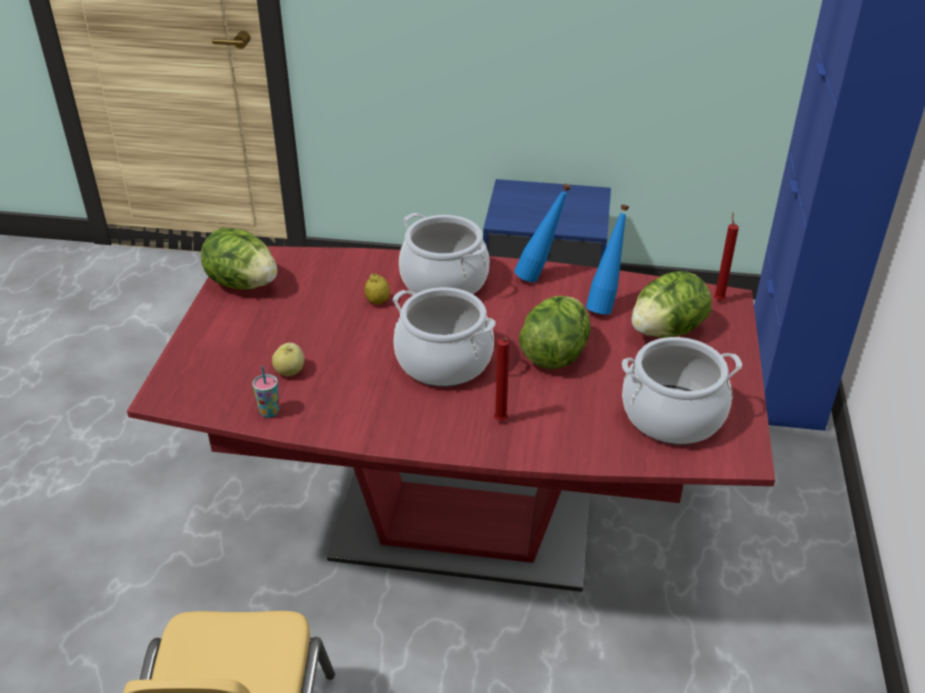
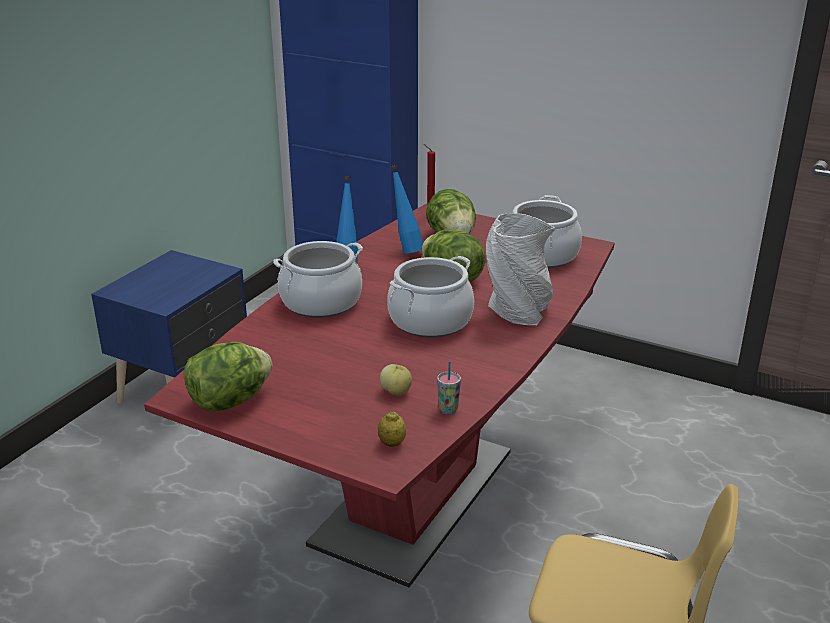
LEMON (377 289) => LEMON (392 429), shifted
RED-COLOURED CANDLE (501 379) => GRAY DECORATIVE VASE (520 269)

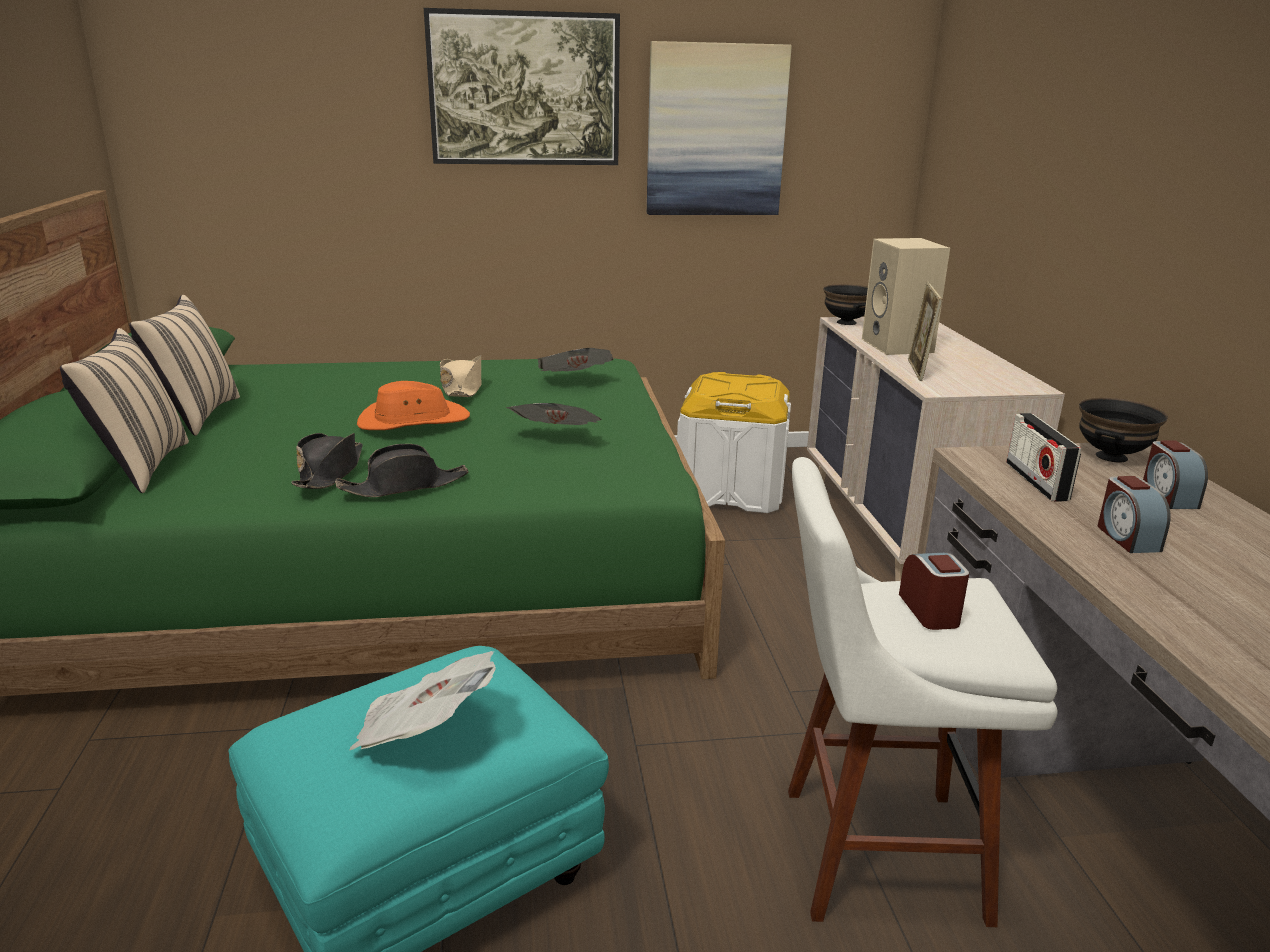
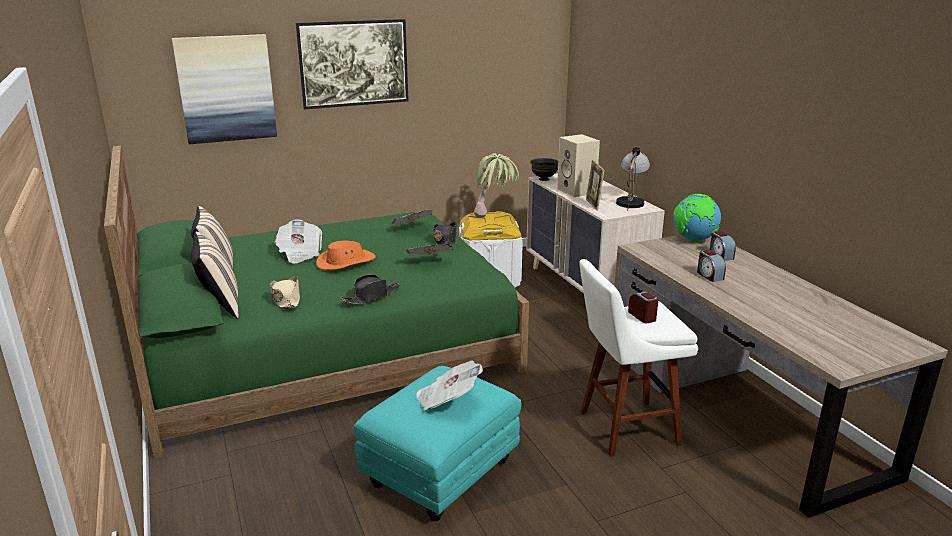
BLACK WEARABLE HAT (327 461) => BLACK WEARABLE HAT (444 234), shifted
BEIGE-COLOURED WEARABLE HAT (461 376) => BEIGE-COLOURED WEARABLE HAT (285 292), shifted
WALL ART (719 128) => WALL ART (224 89), shifted
RADIO SET (1043 457) => nothing
BLACK DEEP DISH (1123 430) => DESK GLOBE (697 218)
nothing => NEWSPAPER (298 241)
nothing => POTTED PLANT (496 185)
nothing => LAMP FOR A TABLE (633 178)

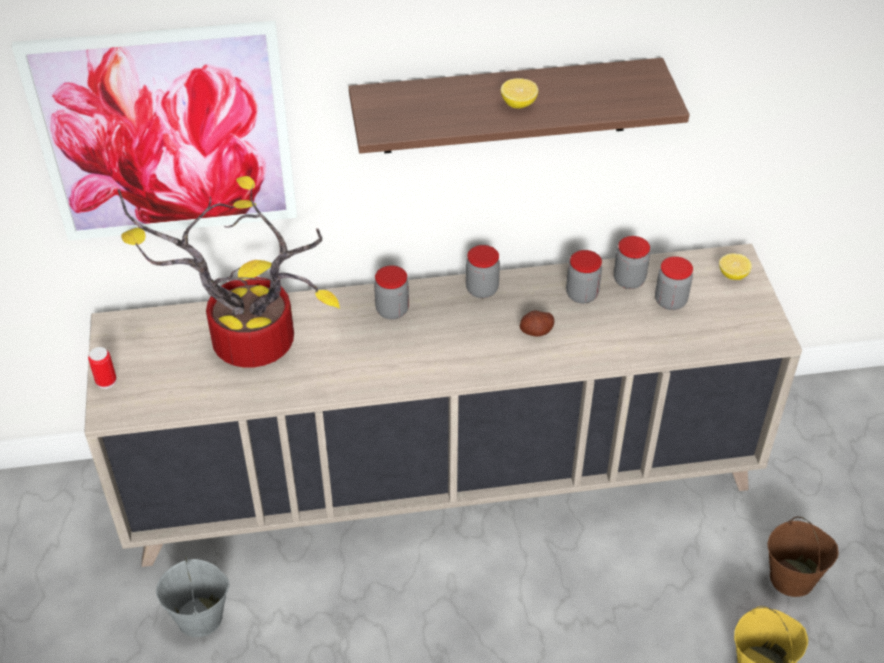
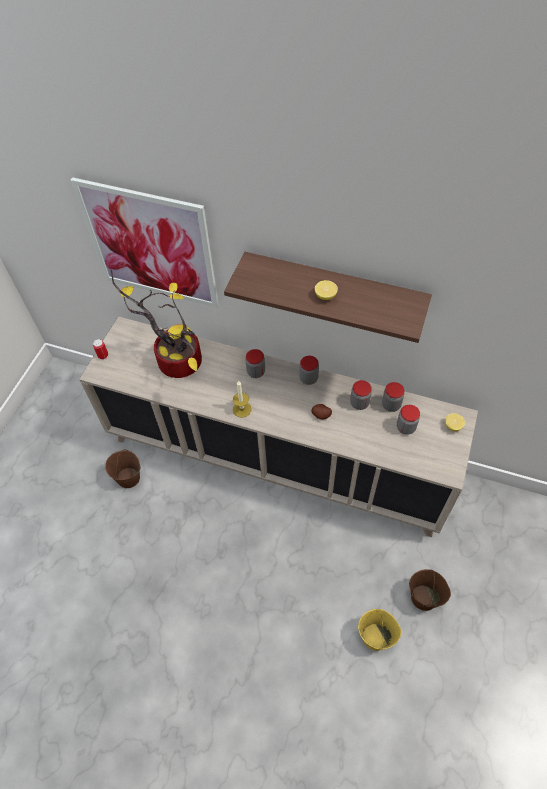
GRAY WATER BUCKET (193 596) => BROWN-COLOURED WATER BUCKET (122 469)
nothing => CANDLE (242 398)

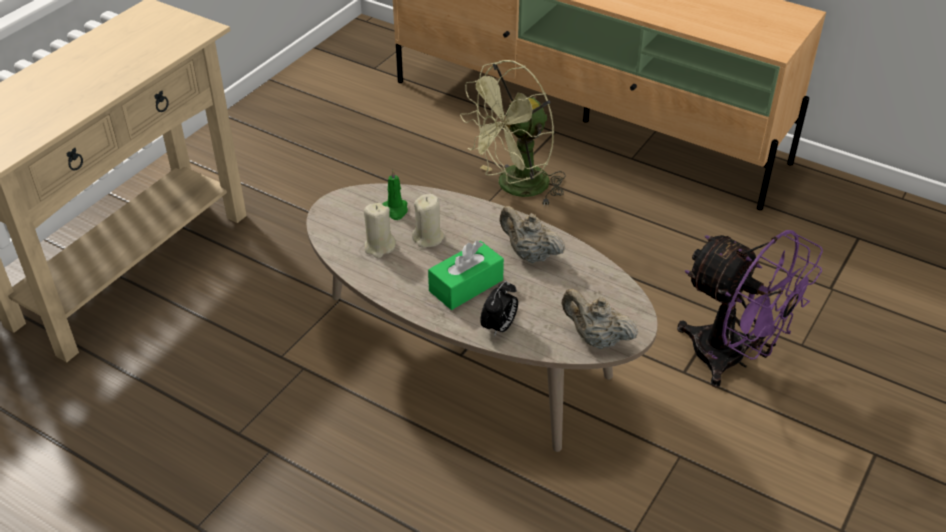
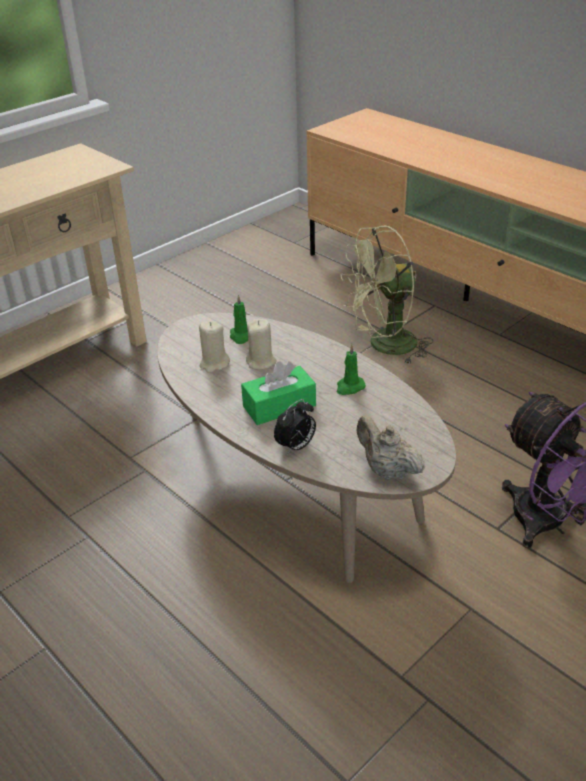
BEIGE-COLOURED POT FOR TEA (532 234) => GREEN CANDLE (351 369)

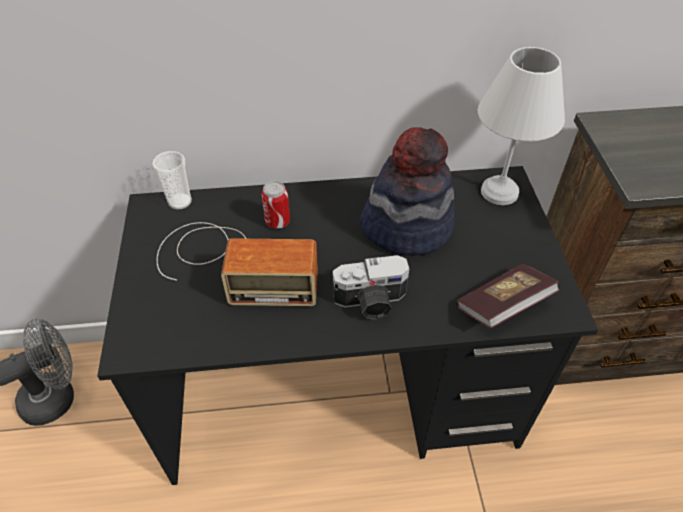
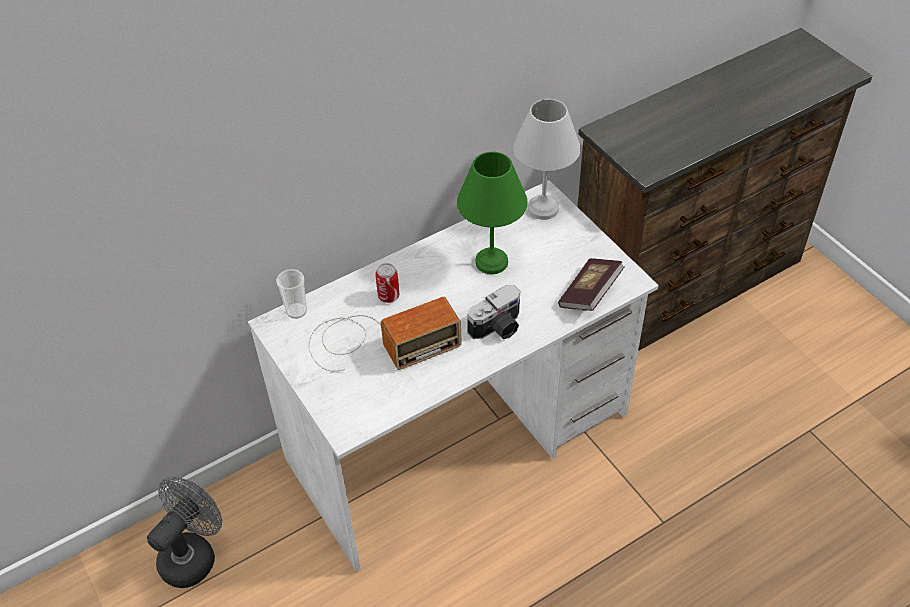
BLACK DESK TABLE (347 325) => WHITE-COLOURED DESK TABLE (453 376)
WEARABLE HAT (407 191) => GREEN LAMP FOR A TABLE (492 213)

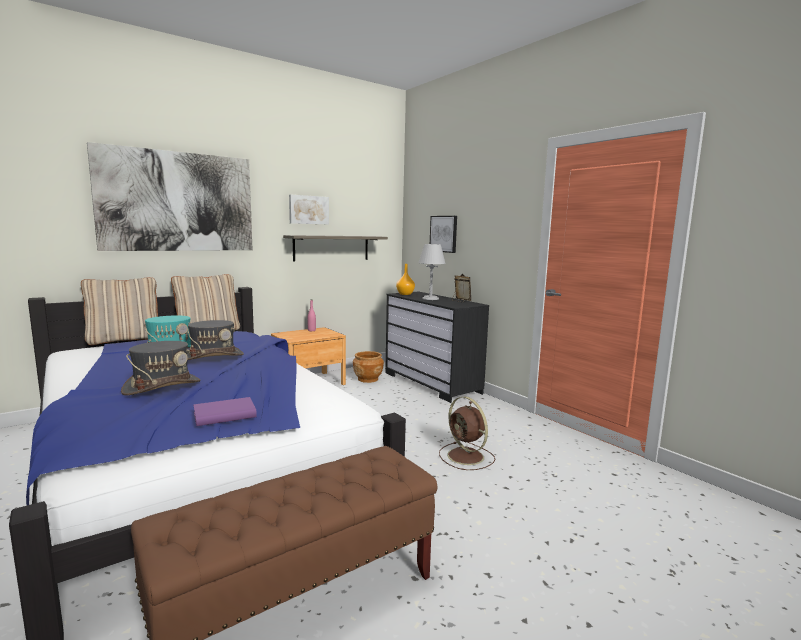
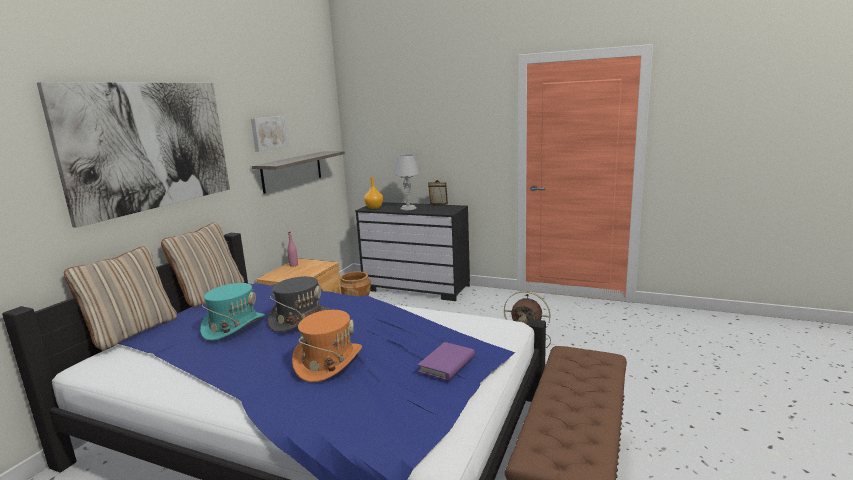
GRAY WEARABLE HAT (160 368) => ORANGEY WEARABLE HAT (327 346)
WALL ART (443 234) => nothing

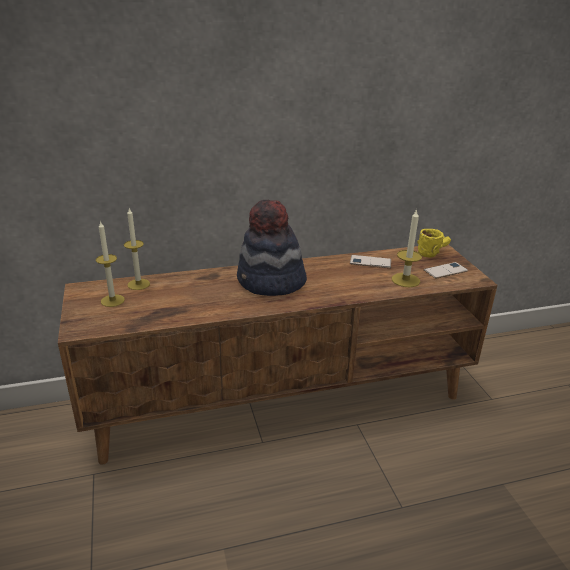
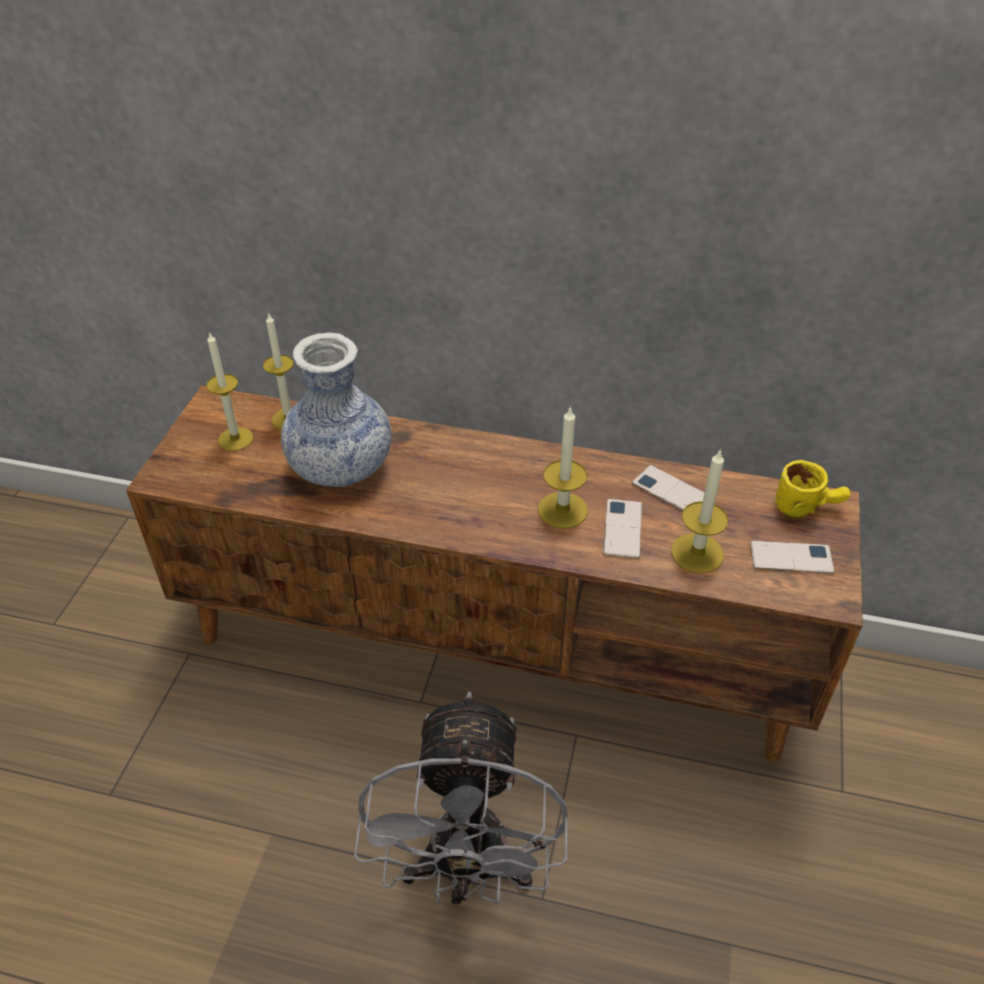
WEARABLE HAT (272 248) => nothing
nothing => DECORATIVE VASE (336 409)
nothing => GRAY COOLING FAN (461 797)
nothing => CANDLE (563 467)
nothing => HANDSET (622 529)

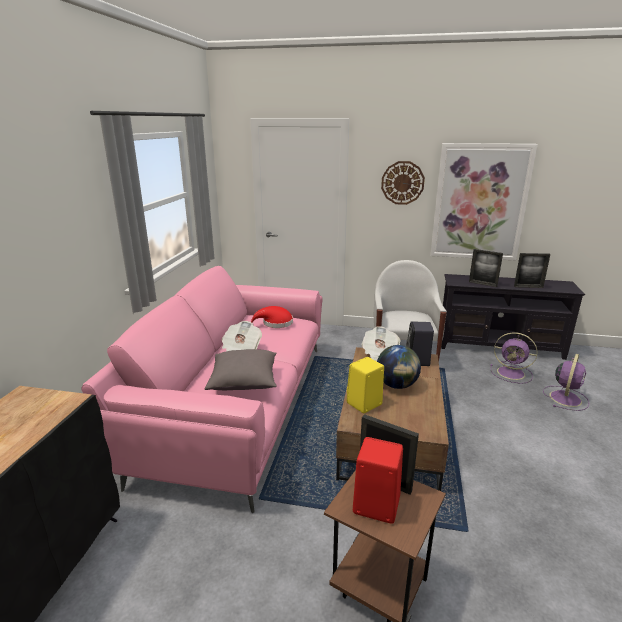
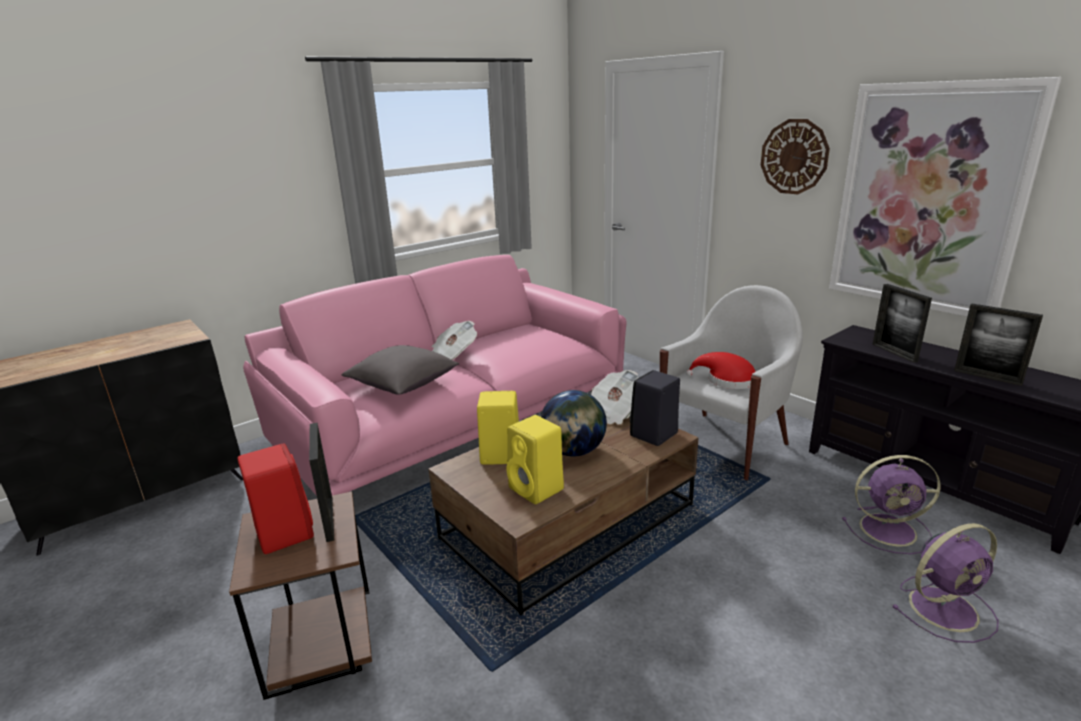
RED-COLOURED WEARABLE HAT (272 317) => RED-COLOURED WEARABLE HAT (721 370), shifted
PURPLE-COLOURED COOLING FAN (514 358) => PURPLE-COLOURED COOLING FAN (891 504), 60 degrees counterclockwise
nothing => YELLOW SPEAKER (535 459)

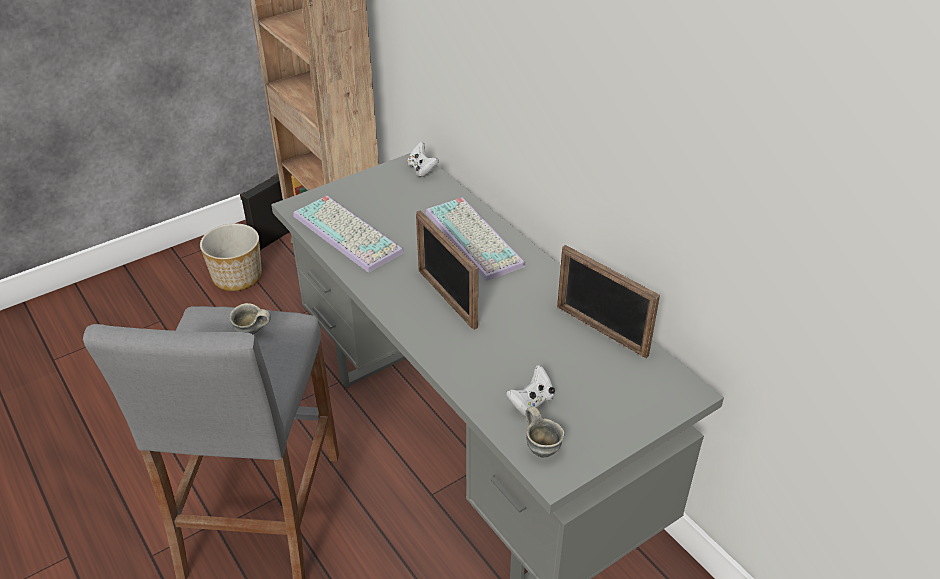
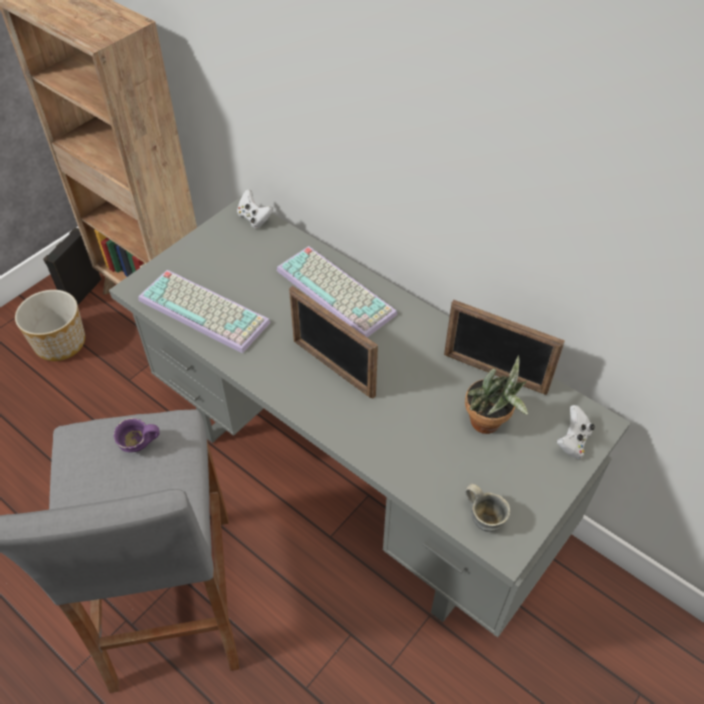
GRAY TEA MUG (250 318) => PURPLE-COLOURED TEA MUG (136 435)
WHITE-COLOURED GAMEPAD (530 390) => WHITE-COLOURED GAMEPAD (576 432), shifted
nothing => POTTED PLANT (496 394)

